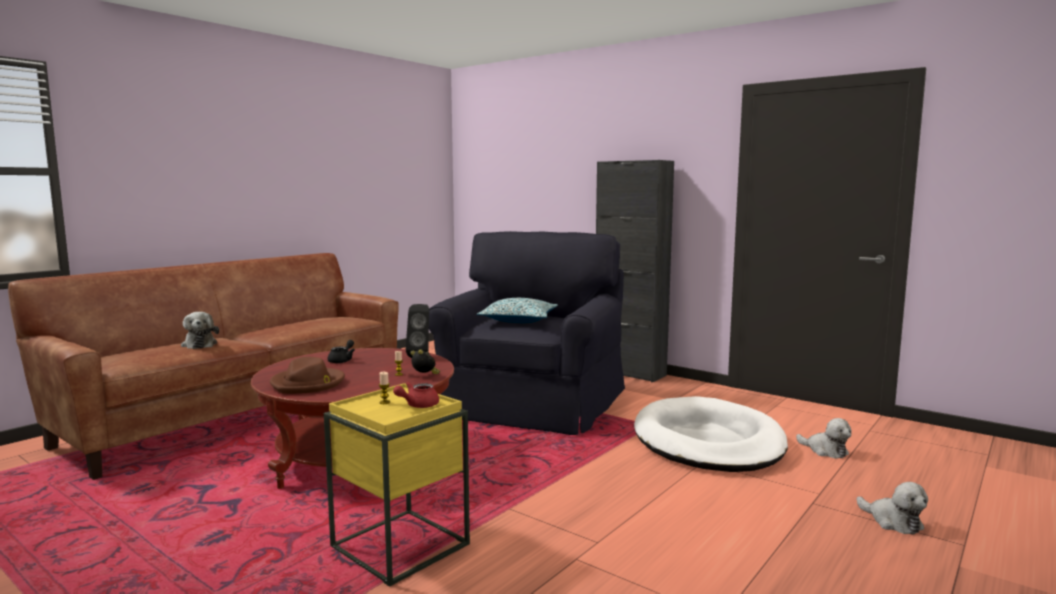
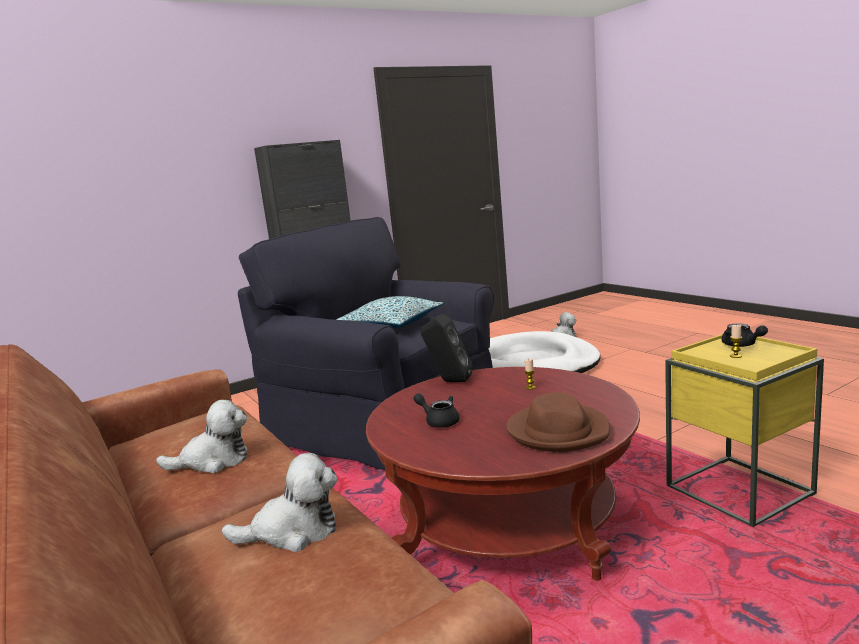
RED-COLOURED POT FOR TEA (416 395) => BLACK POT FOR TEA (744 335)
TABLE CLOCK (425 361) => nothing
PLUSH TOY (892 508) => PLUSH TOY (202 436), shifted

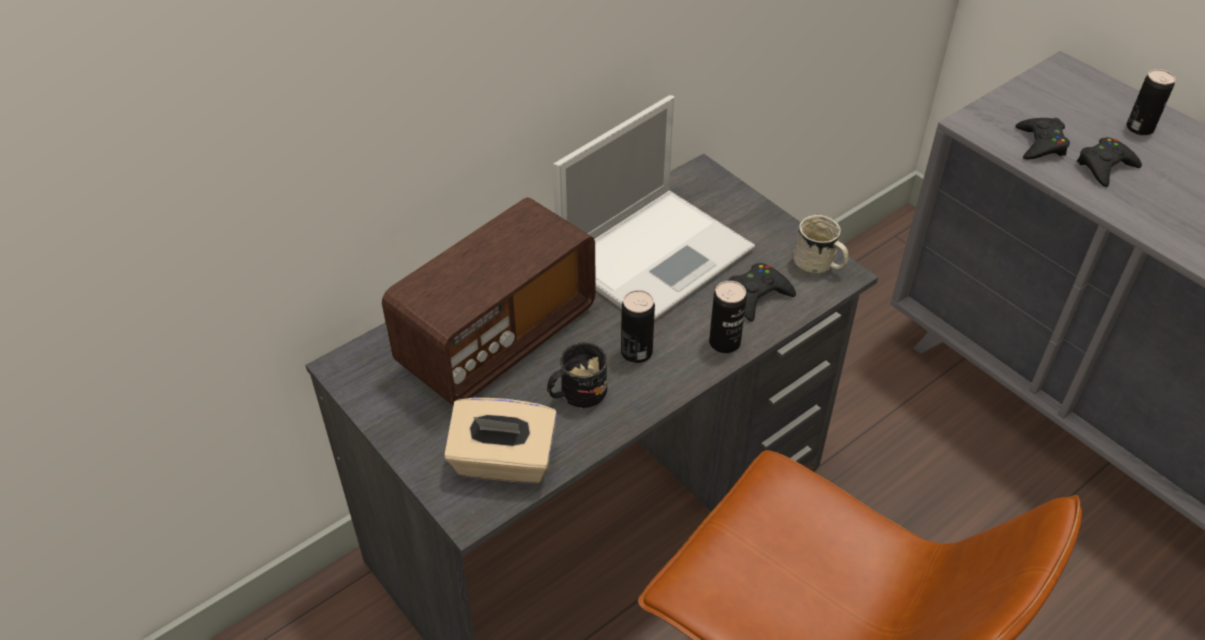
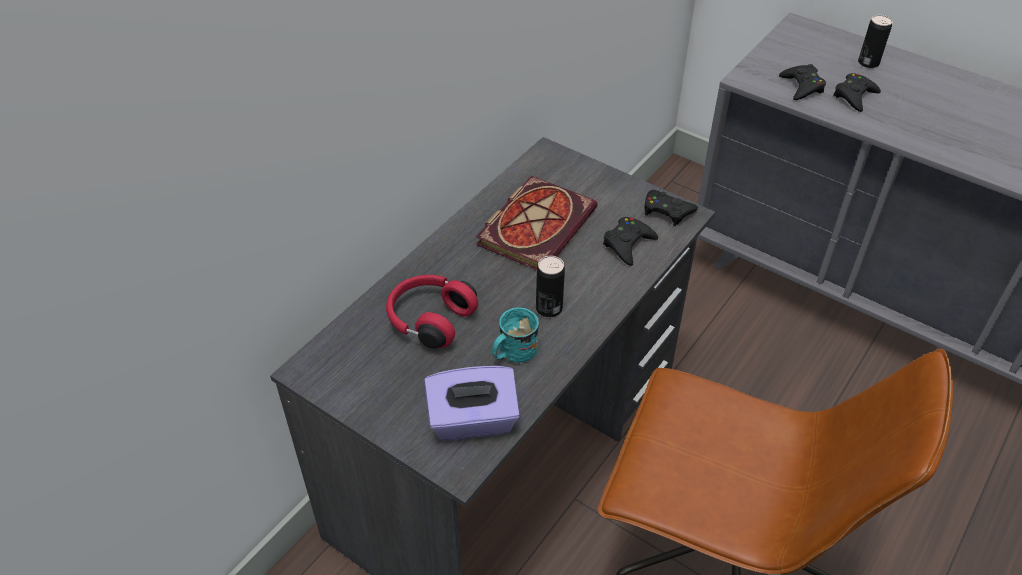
RADIO SET (489 301) => RED-COLOURED HEADSET (432 312)
BEIGE-COLOURED BOX OF TISSUES (500 441) => PURPLE-COLOURED BOX OF TISSUES (472 403)
BLACK TEA MUG (577 376) => TURQUOISE-COLOURED TEA MUG (515 336)
LAPTOP (654 208) => VOLUME (537 223)
SEALED CAN (728 317) => nothing
WHITE-COLOURED TEA MUG (820 244) => BLACK GAMEPAD (671 208)

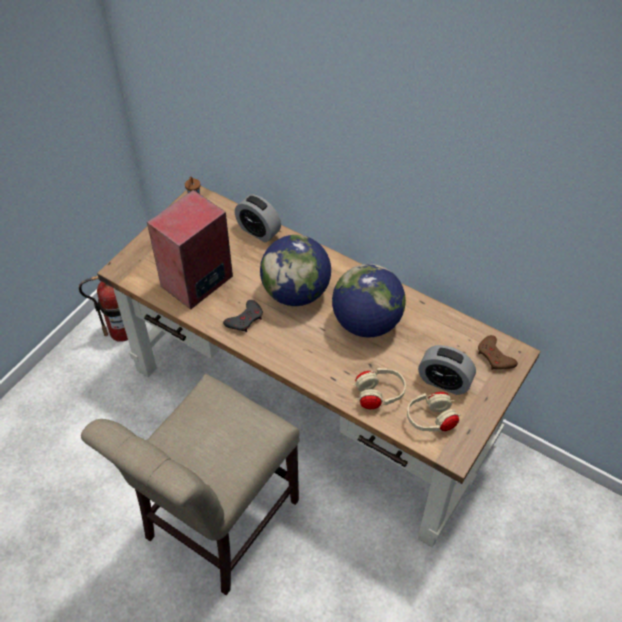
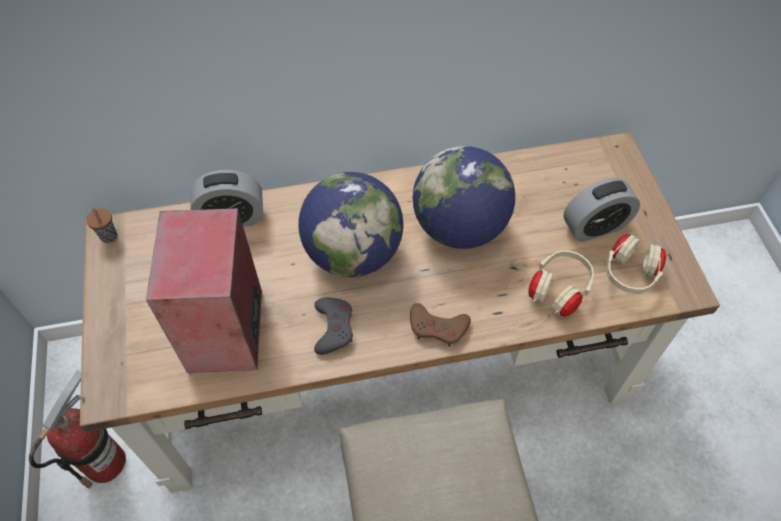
BROWN-COLOURED GAMEPAD (498 352) => BROWN-COLOURED GAMEPAD (440 325), shifted

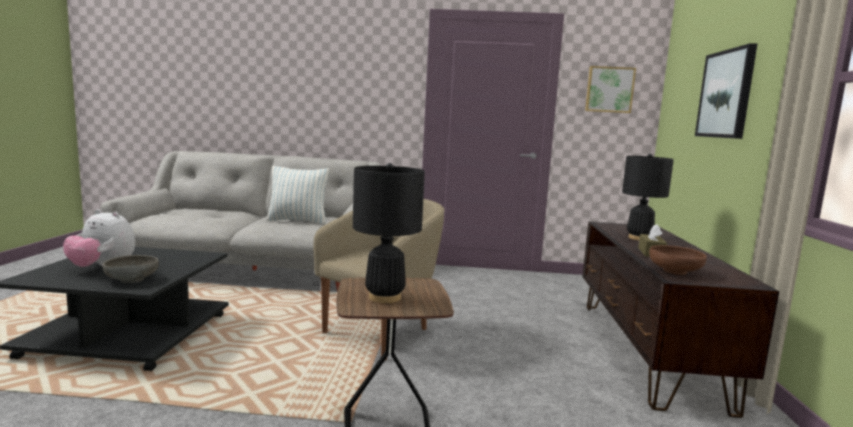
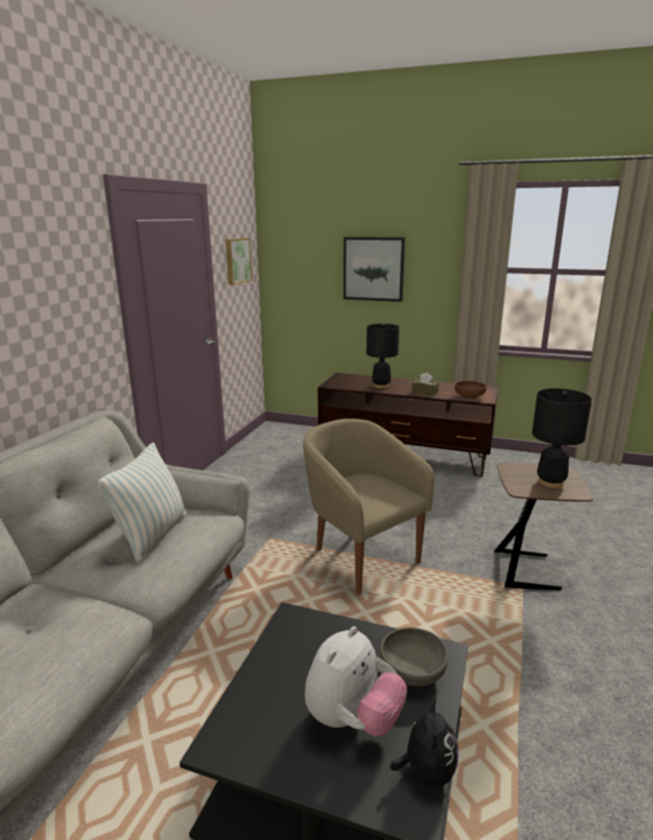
nothing => PLUSH TOY (424 743)

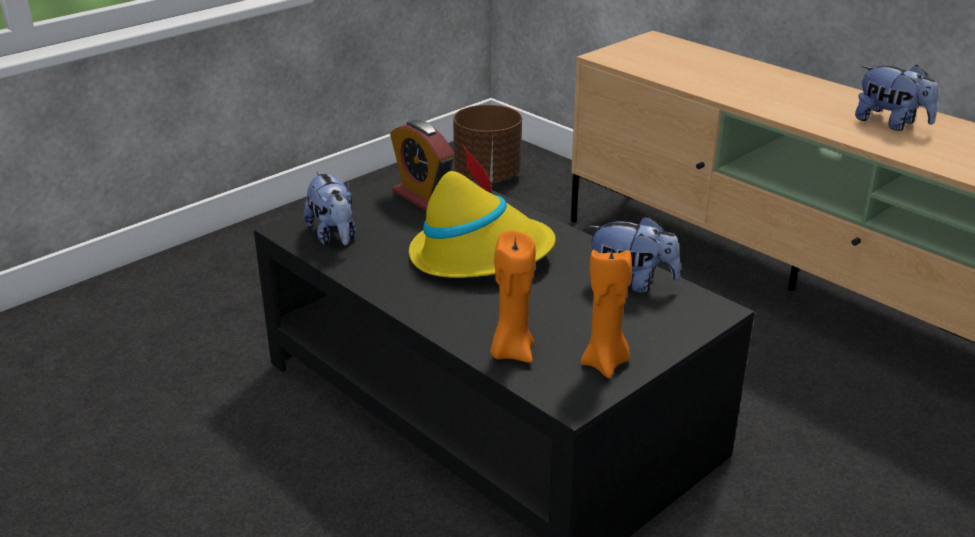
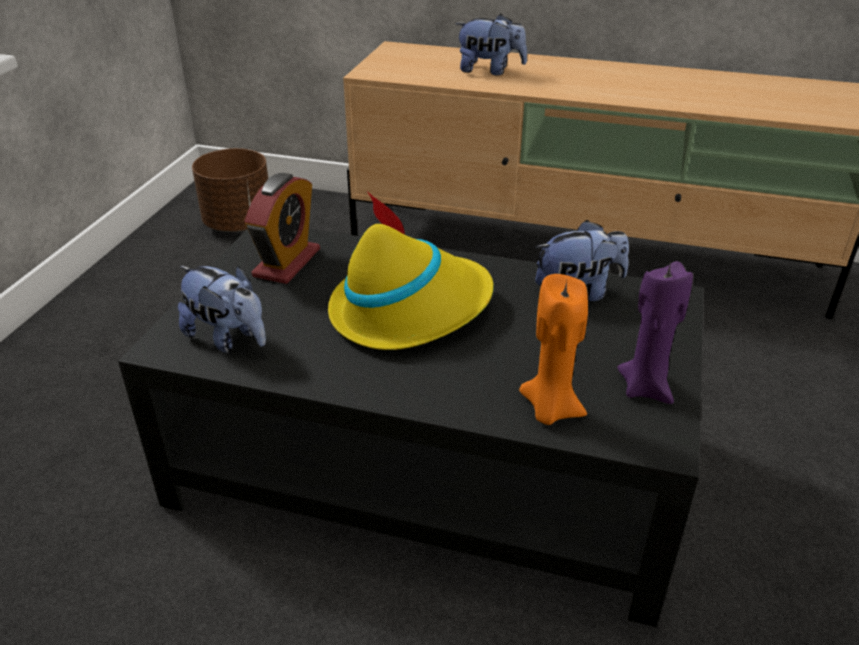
TABLE CLOCK (422 165) => TABLE CLOCK (282 228), 90 degrees counterclockwise
ORANGEY CANDLE (606 314) => PURPLE-COLOURED CANDLE (655 332)
PLUSH TOY (896 98) => PLUSH TOY (491 45), shifted

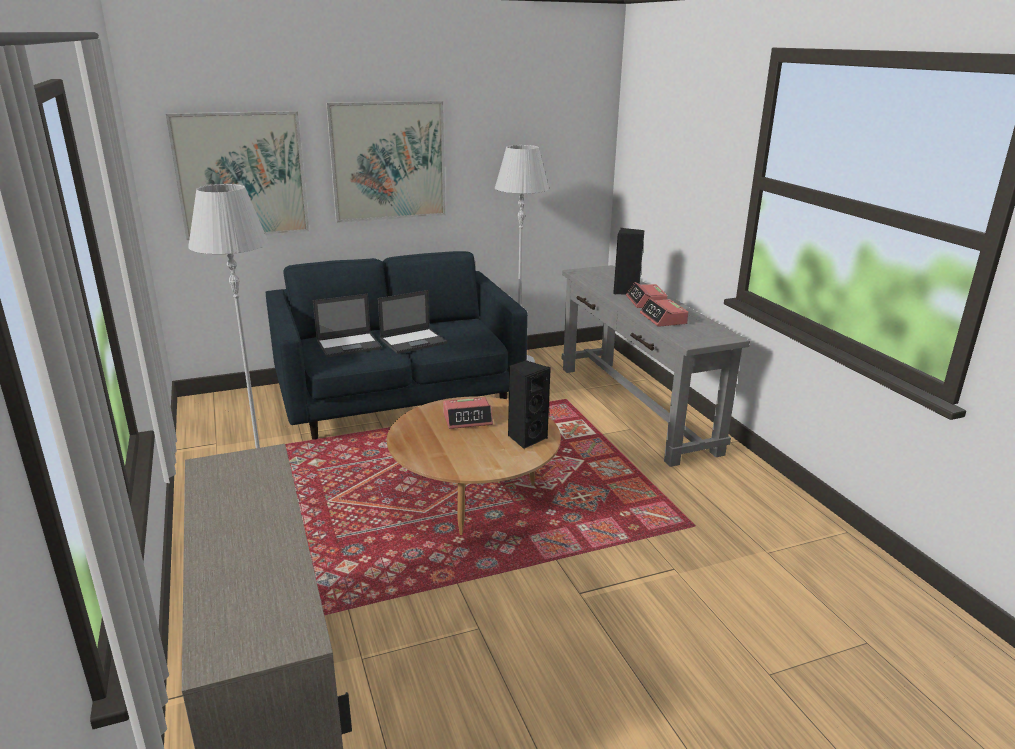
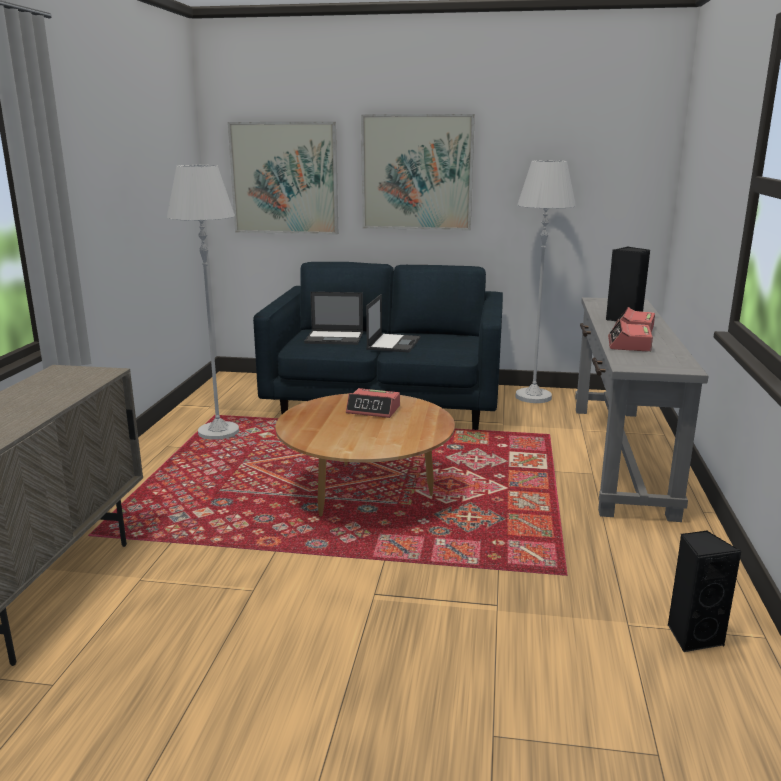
LAPTOP (413 322) => LAPTOP (393 323), 75 degrees counterclockwise
BLACK SPEAKER (529 404) => BLACK SPEAKER (704 591), shifted

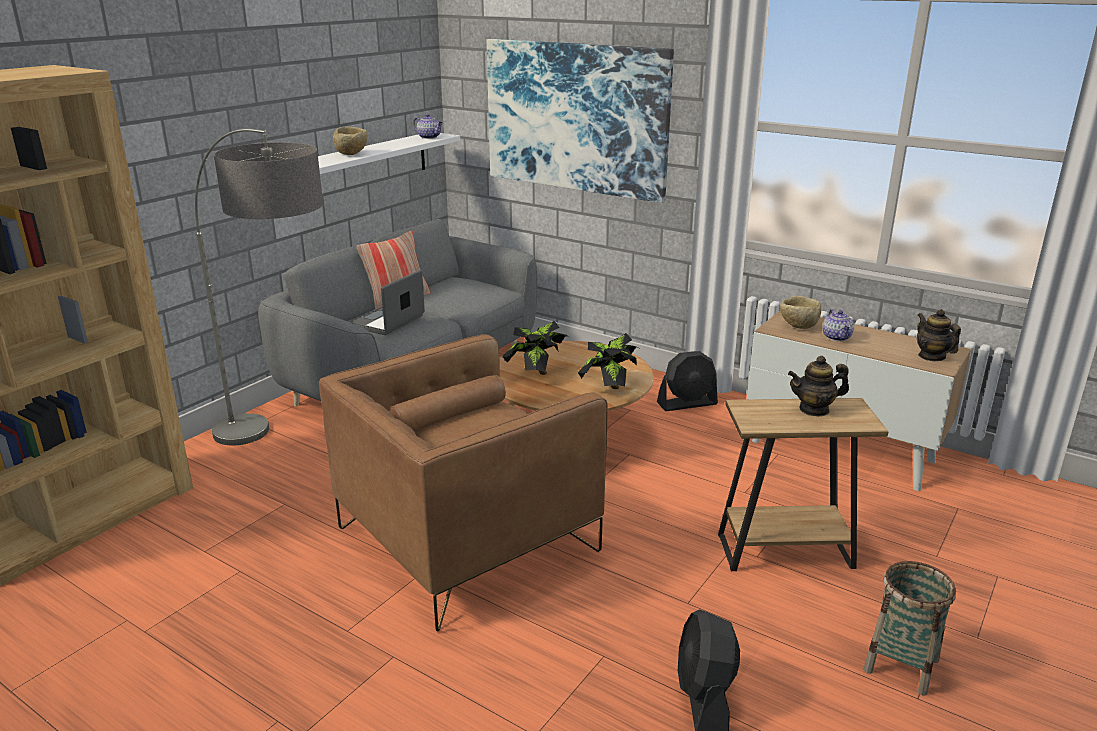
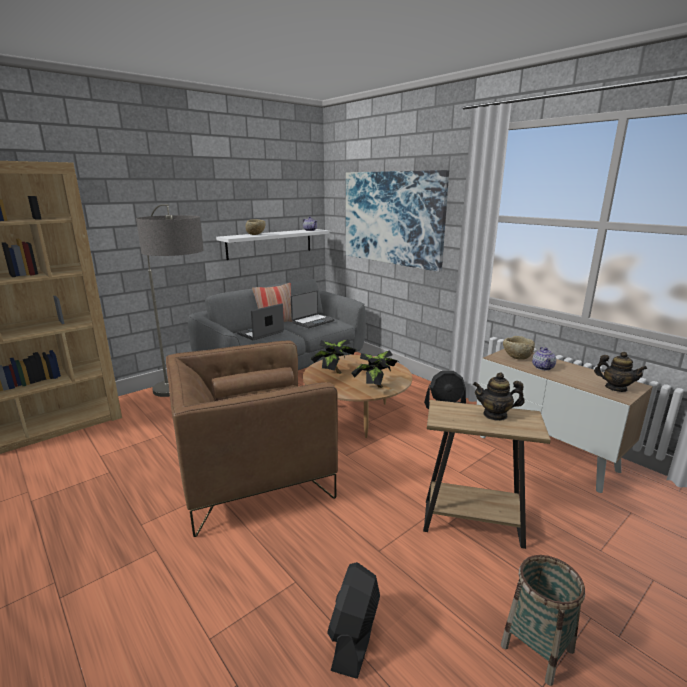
POT FOR TEA (939 335) => POT FOR TEA (620 372), 135 degrees clockwise
nothing => LAPTOP (313 309)

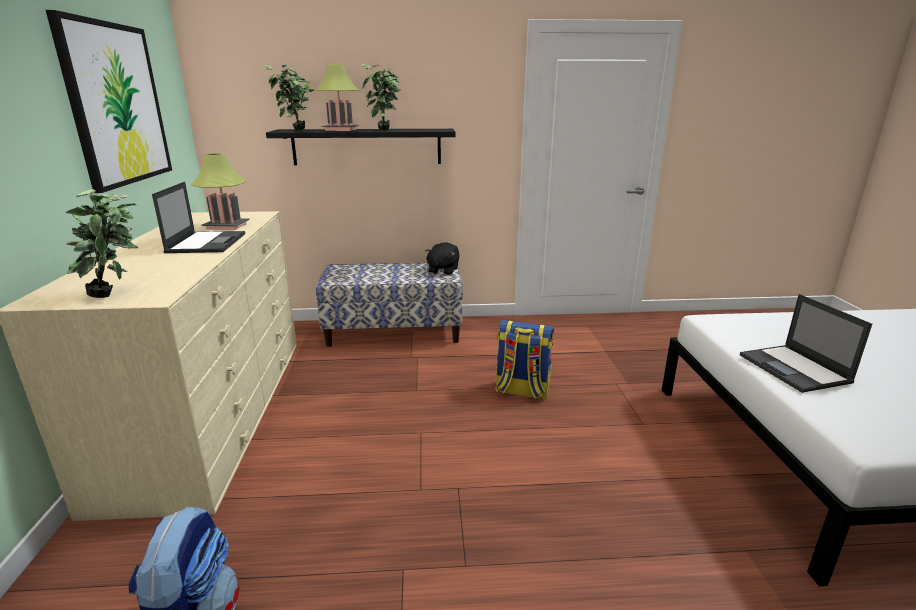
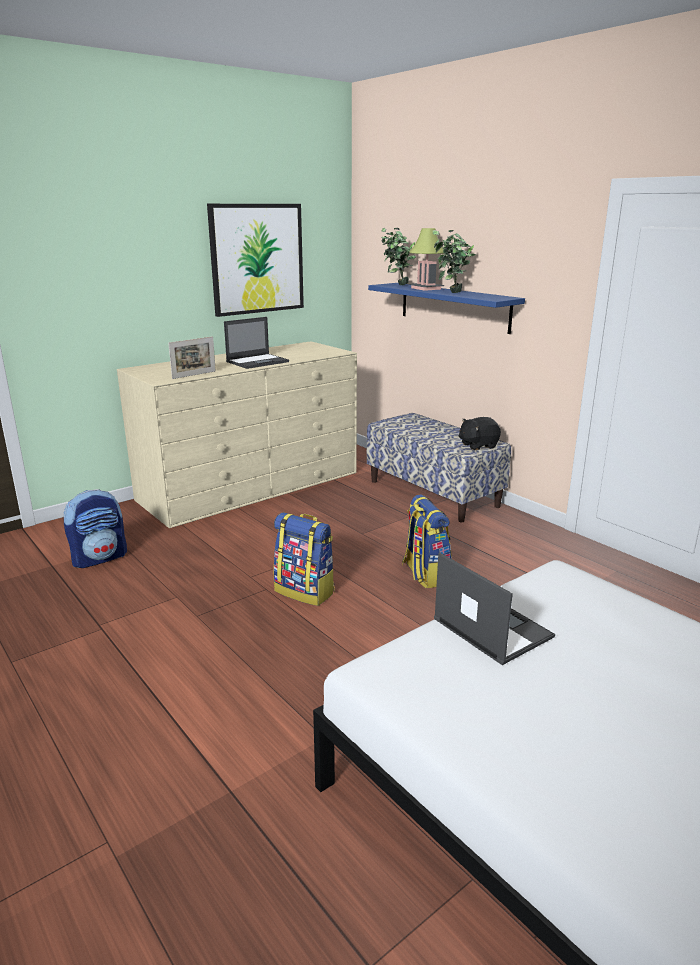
POTTED PLANT (101 243) => nothing
LAMP FOR A TABLE (220 191) => nothing
BLACK WALL SHELF (361 147) => BLUISH WALL SHELF (446 308)
LAPTOP (806 343) => LAPTOP (494 608), 105 degrees clockwise
nothing => PICTURE FRAME (192 357)
nothing => RUCKSACK (304 559)

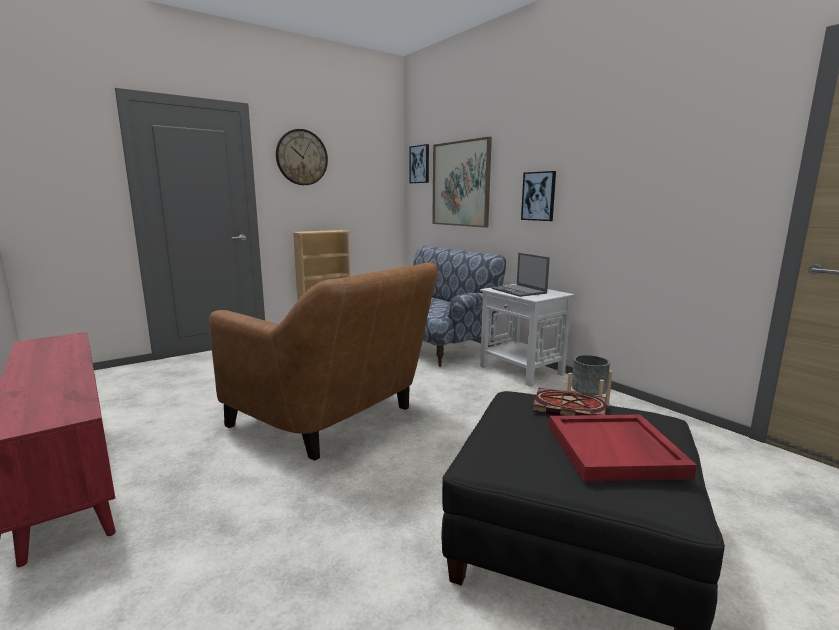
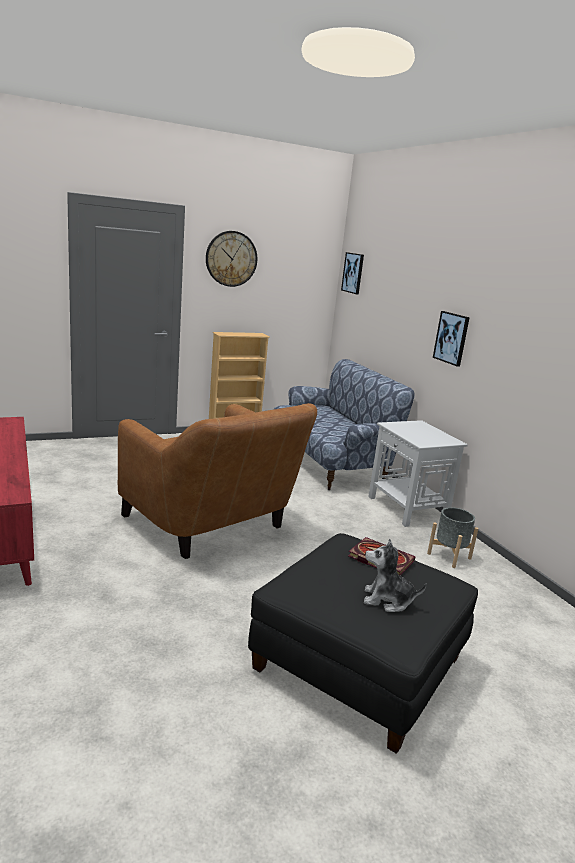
WALL ART (462 182) => nothing
LAPTOP (520 275) => nothing
RED-COLOURED CARRYING TRAY (623 447) => PLUSH TOY (395 575)

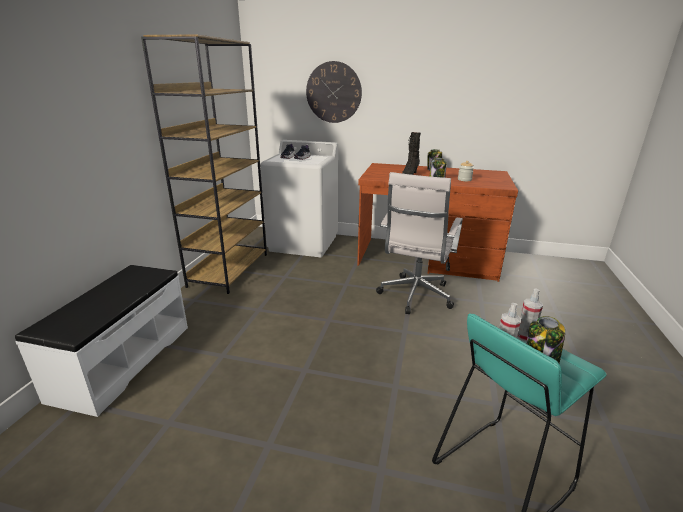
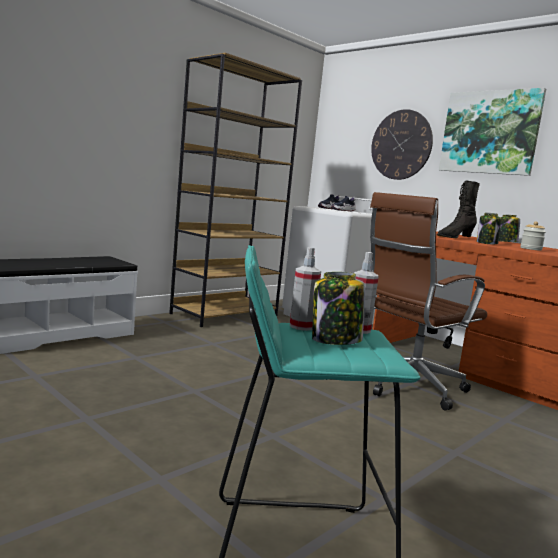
WHITE-COLOURED COMPUTER CHAIR (419 243) => BROWN-COLOURED COMPUTER CHAIR (428 301)
nothing => WALL ART (492 132)

